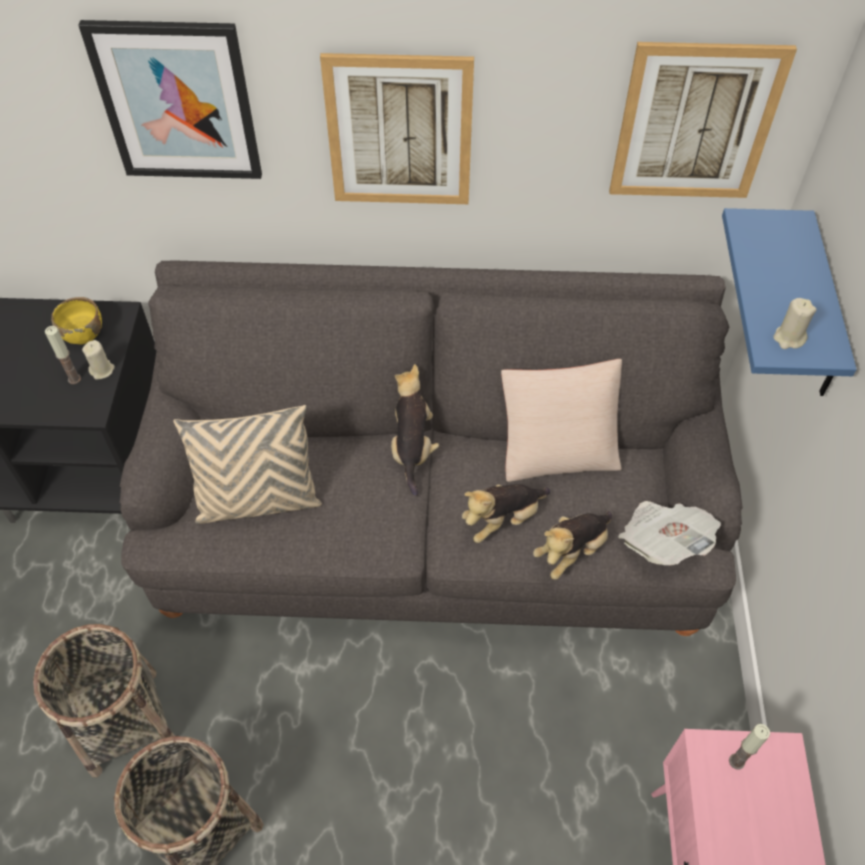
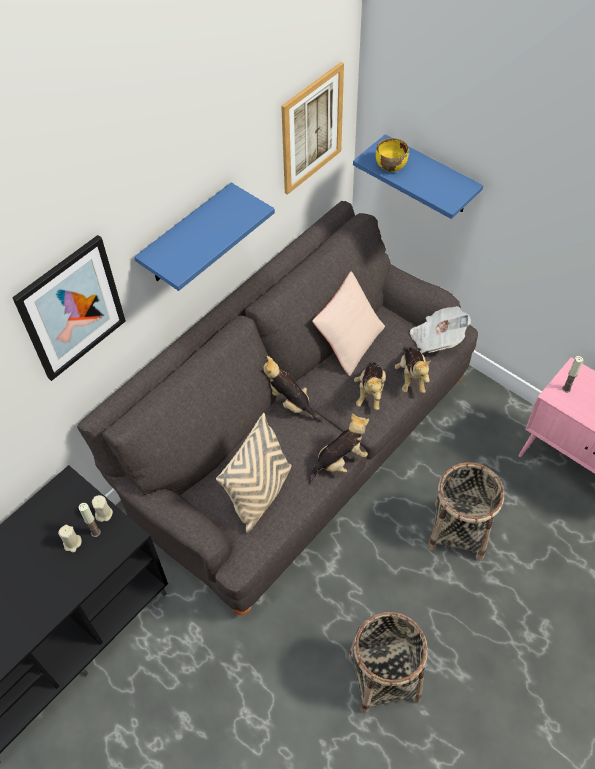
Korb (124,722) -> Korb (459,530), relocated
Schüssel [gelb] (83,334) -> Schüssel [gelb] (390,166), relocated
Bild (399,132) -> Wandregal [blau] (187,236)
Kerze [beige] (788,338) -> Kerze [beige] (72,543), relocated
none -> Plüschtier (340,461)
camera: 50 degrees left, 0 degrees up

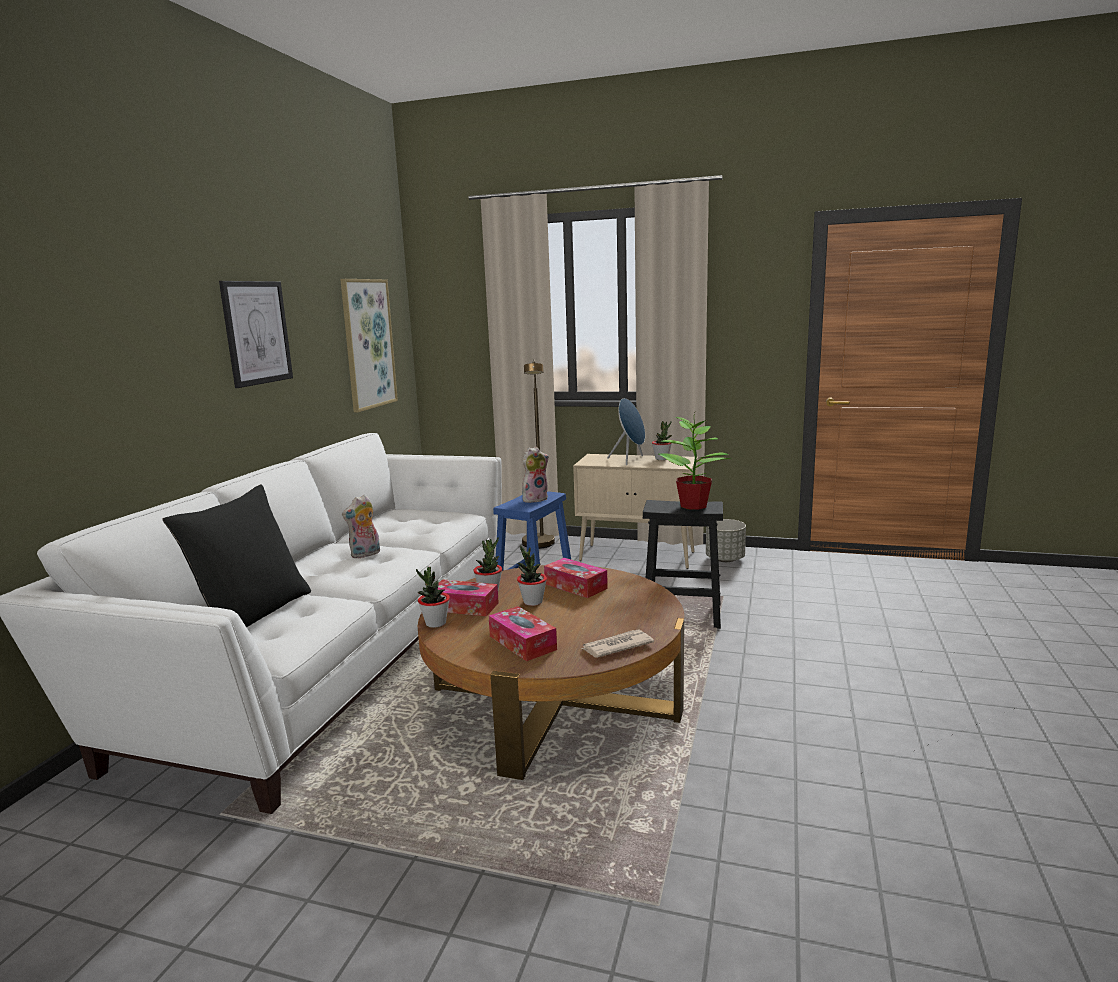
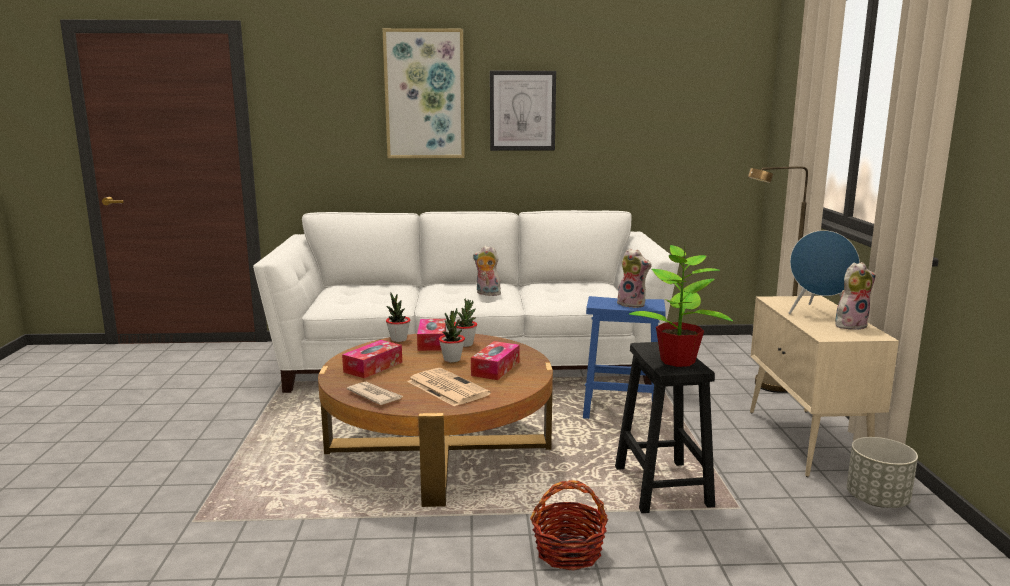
Kissen [schwarz] (252,614) -> none
Bild (368,344) -> Bild (424,94), relocated
Topfpflanze (661,459) -> Plüschtier (850,325)
none -> Zeitung (446,388)
none -> Korb (569,552)
camera: 70 degrees right, 0 degrees up

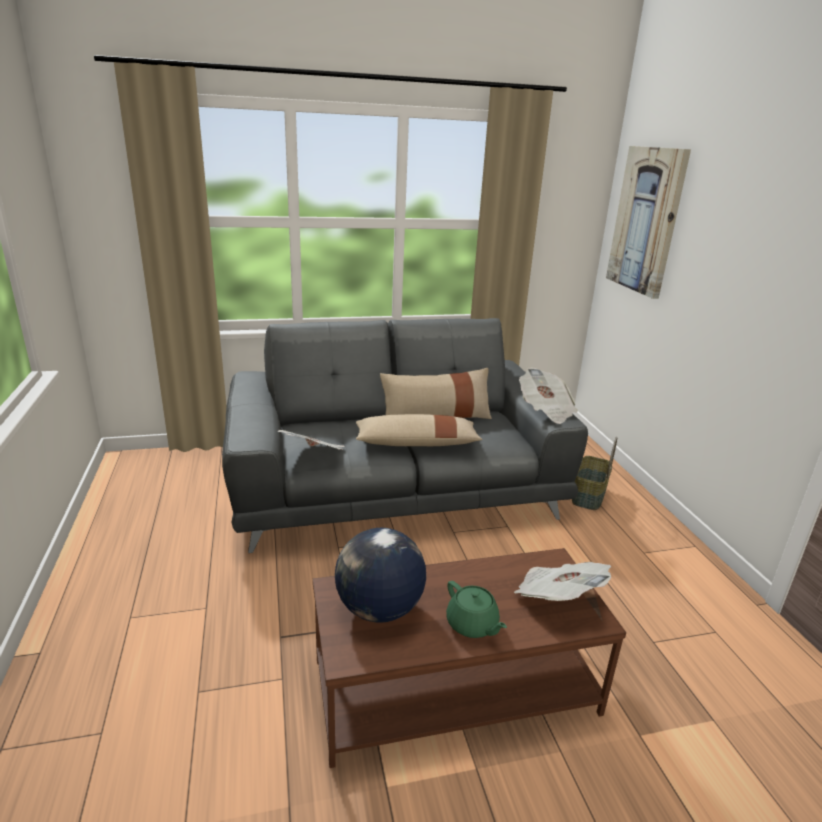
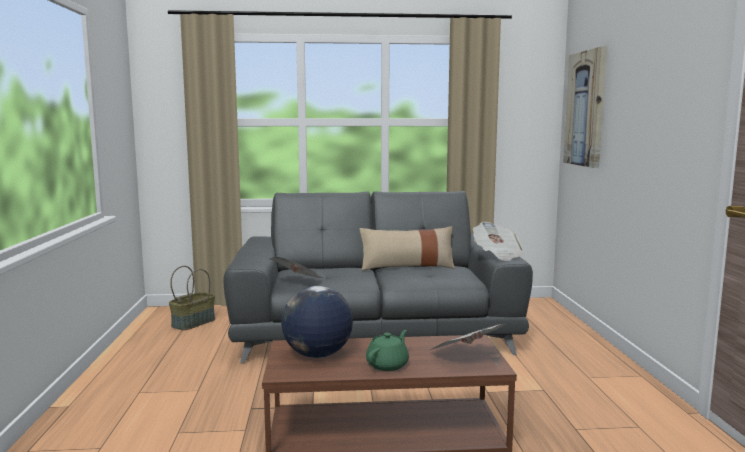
Kissen [beige] (416,443) -> none
Teekanne [grün] (472,625) -> Teekanne [grün] (388,365), 120 degrees counterclockwise
Korb (587,495) -> Korb (193,323), relocated
camera: 10 degrees right, 15 degrees down

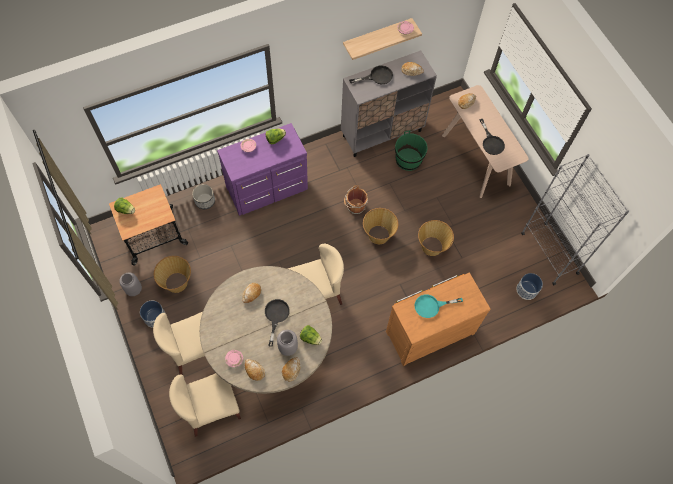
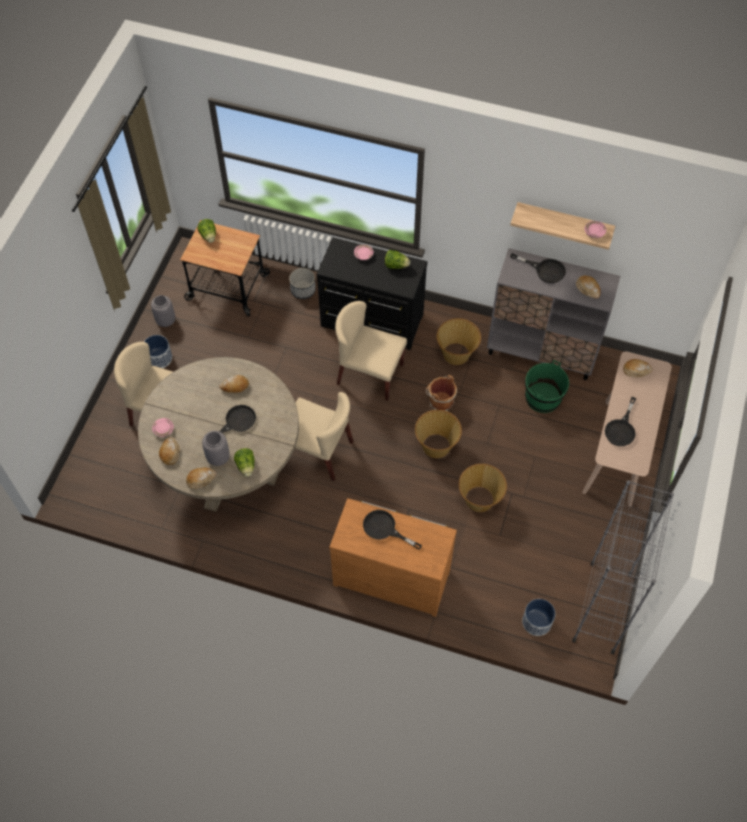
Korb (176,282) -> Korb (456,353), relocated
Stuhl [beige] (211,409) -> Stuhl [beige] (369,374), relocated
Kommode [lila] (268,189) -> Kommode [schwarz] (372,322)
Pfanne [türkis] (431,306) -> Pfanne [schwarz] (384,529)
camera: 45 degrees right, 5 degrees down

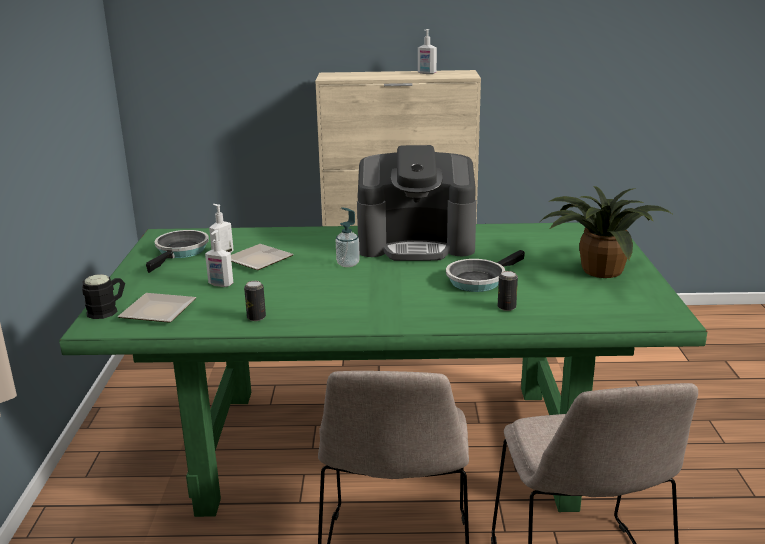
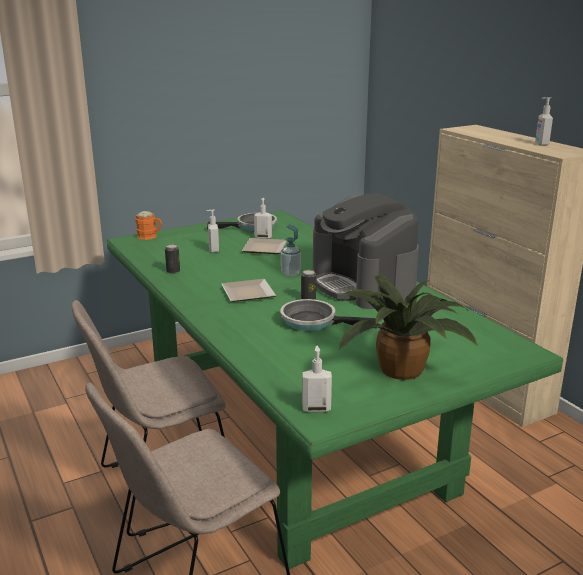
Henkelbecher [schwarz] (107,310) -> Henkelbecher [orange] (150,237)
Teller (159,312) -> Teller (247,294), relocated
Dose (506,307) -> Dose (308,299), relocated
none -> Seifenspender (316,408)
camera: 60 degrees right, 0 degrees up

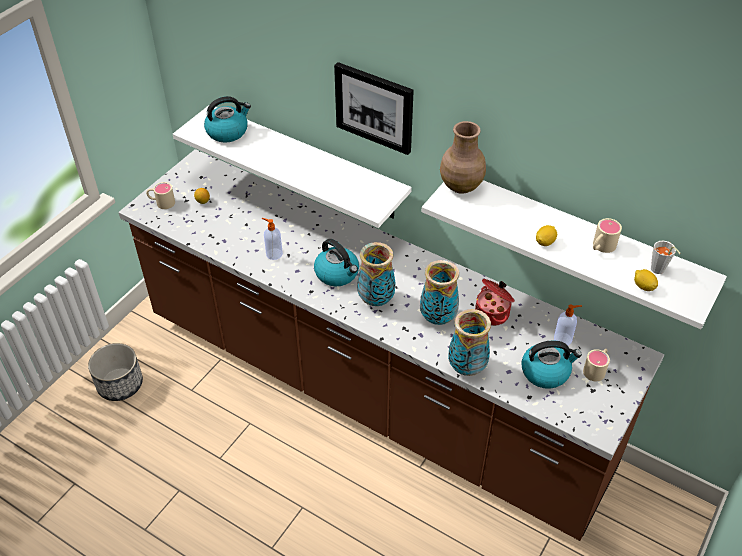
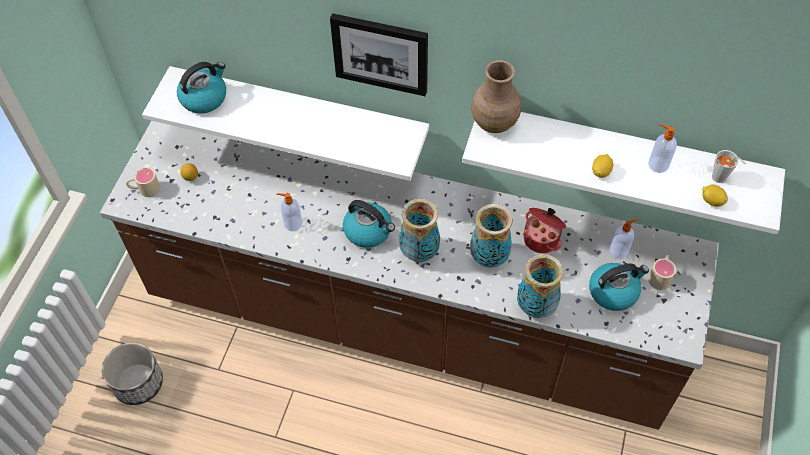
Henkelbecher [beige] (601,247) -> Seifenspender (657,164)
camera: 15 degrees left, 10 degrees up

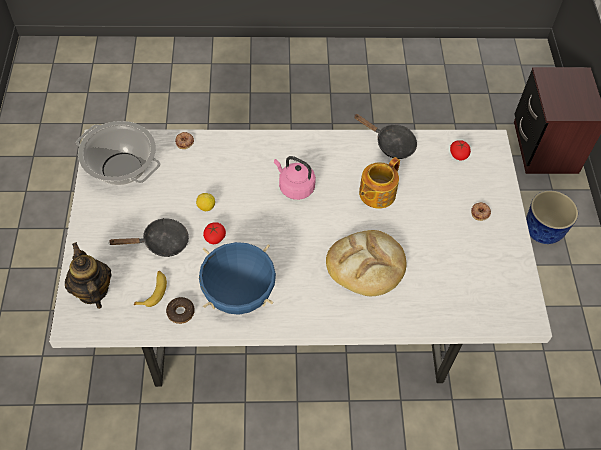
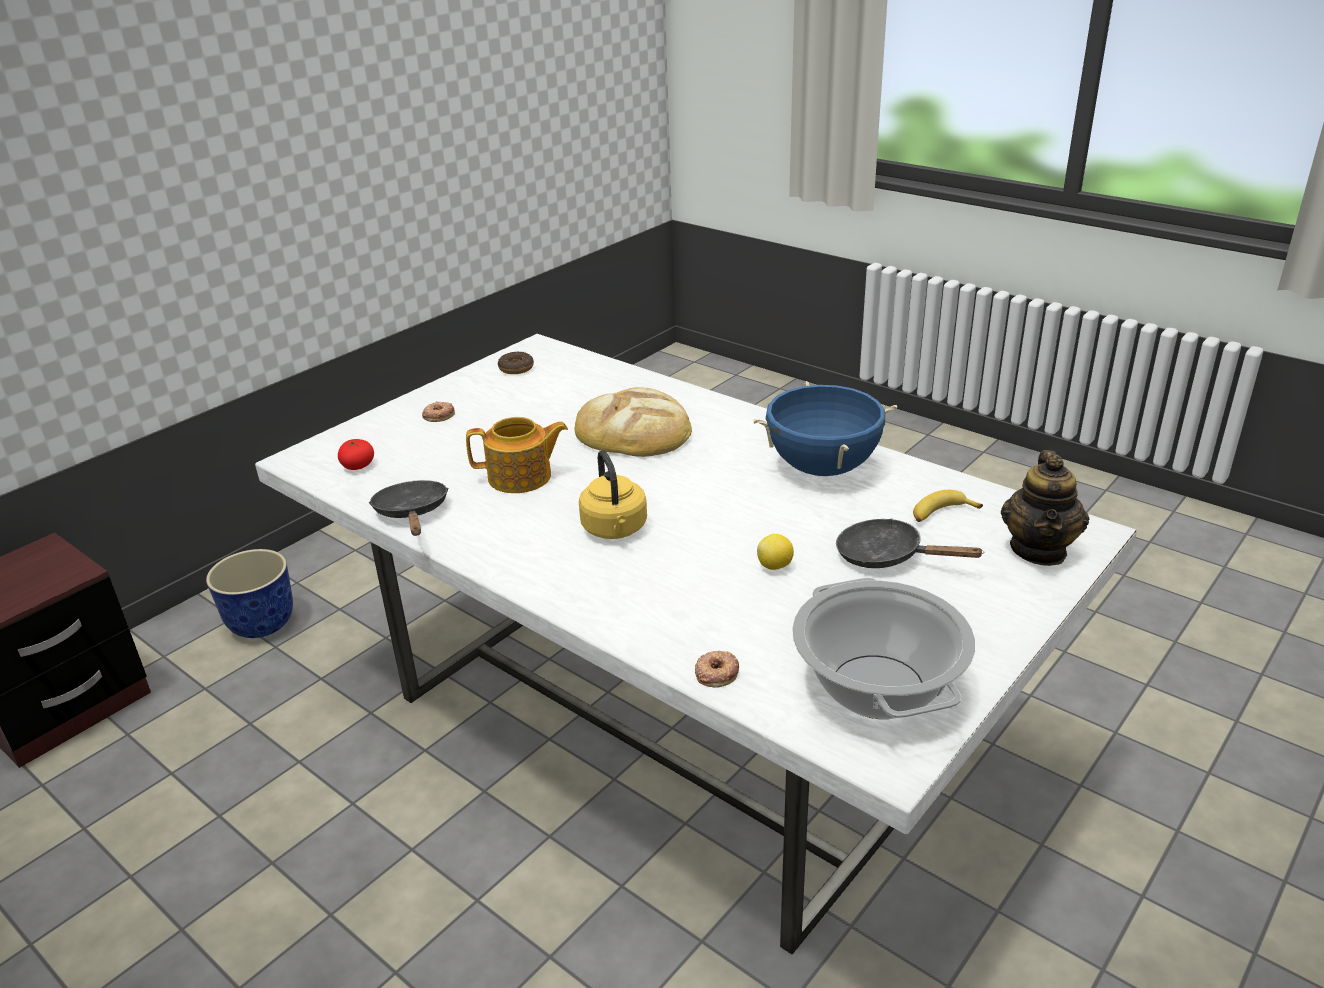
Donut (181,312) -> Donut (516,368), relocated
Tomate (214,237) -> none
Wasserkessel [rosa] (294,187) -> Wasserkessel [gelb] (615,530)
camera: 135 degrees left, 25 degrees down

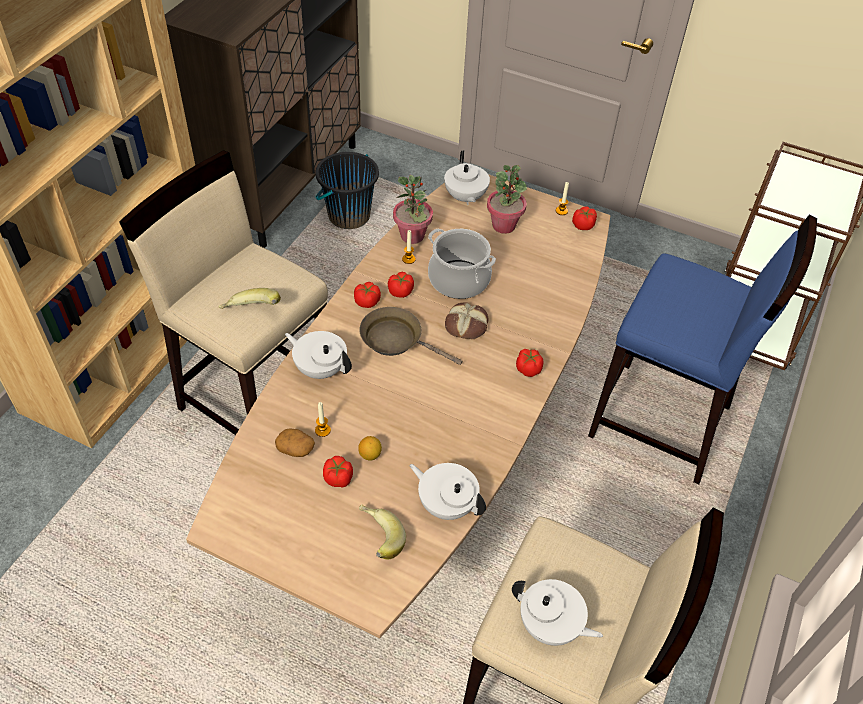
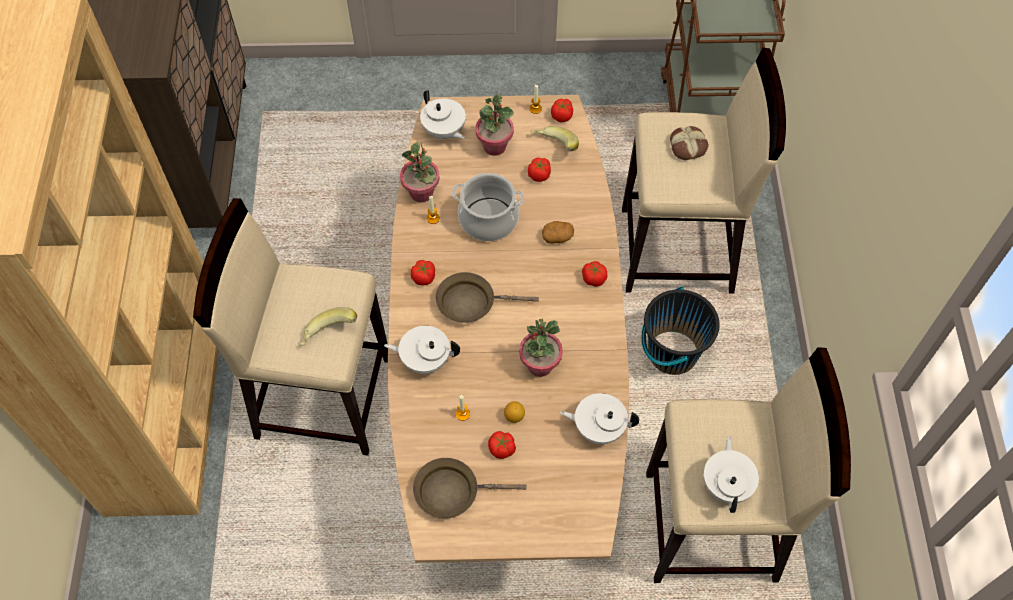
Kartoffel (296,449) -> Kartoffel (557,236), relocated
Eimer [schwarz] (348,215) -> Eimer [schwarz] (672,353), relocated
Banane (377,540) -> Banane (553,147), relocated
Tomate (401,292) -> Tomate (539,175), relocated
Brot (467,325) -> Brot (688,146), relocated
Teekanne [weiß] (550,626) -> Teekanne [weiß] (726,485), 90 degrees counterclockwise
Hocker [blau] (661,423) -> Hocker [beige] (678,251)
none -> Pfanne [braun] (452,491)
none -> Topfpflanze (539,365)
camera: 25 degrees left, 10 degrees up

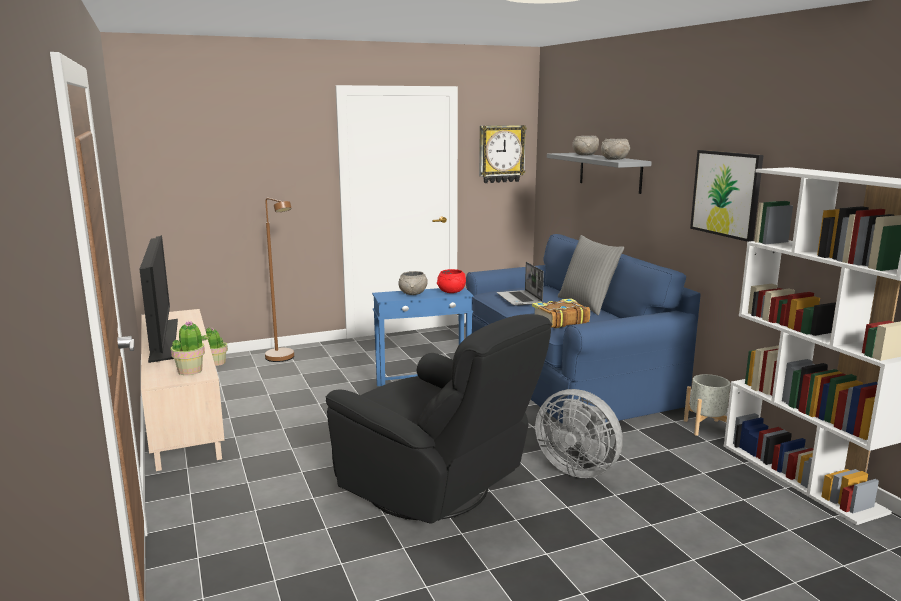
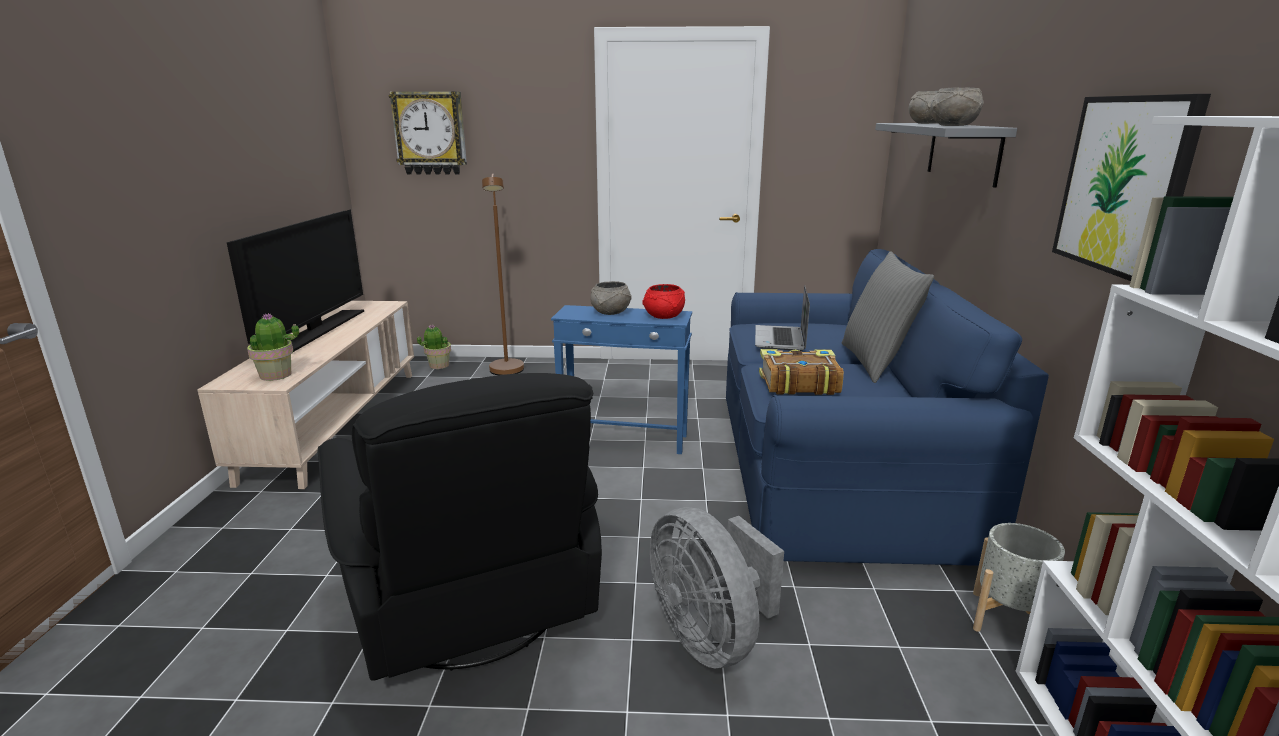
Wanduhr (501,154) -> Wanduhr (430,133), relocated
camera: 25 degrees right, 5 degrees up

